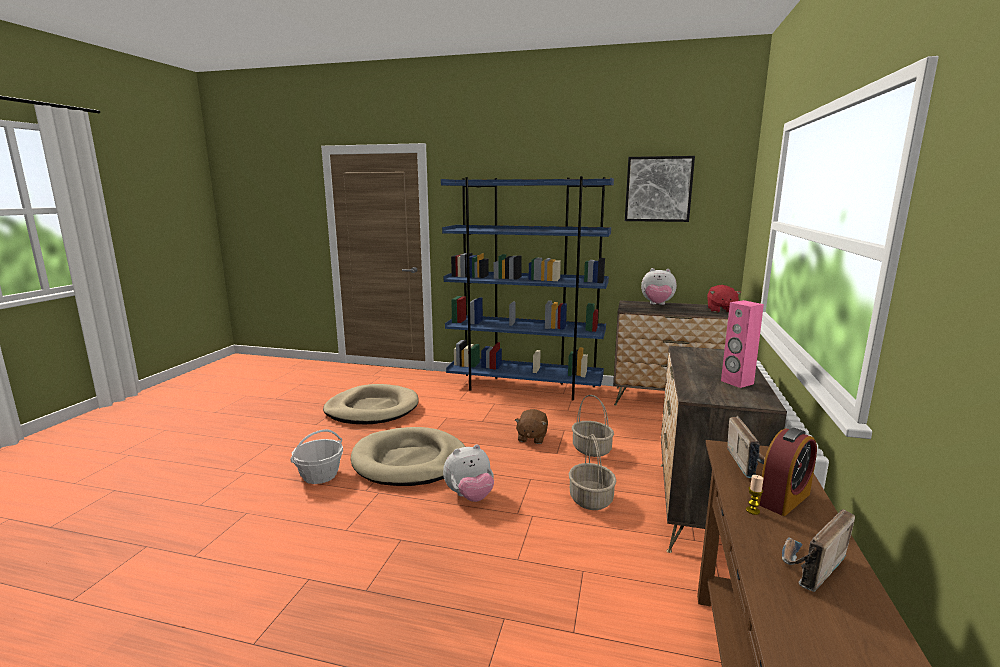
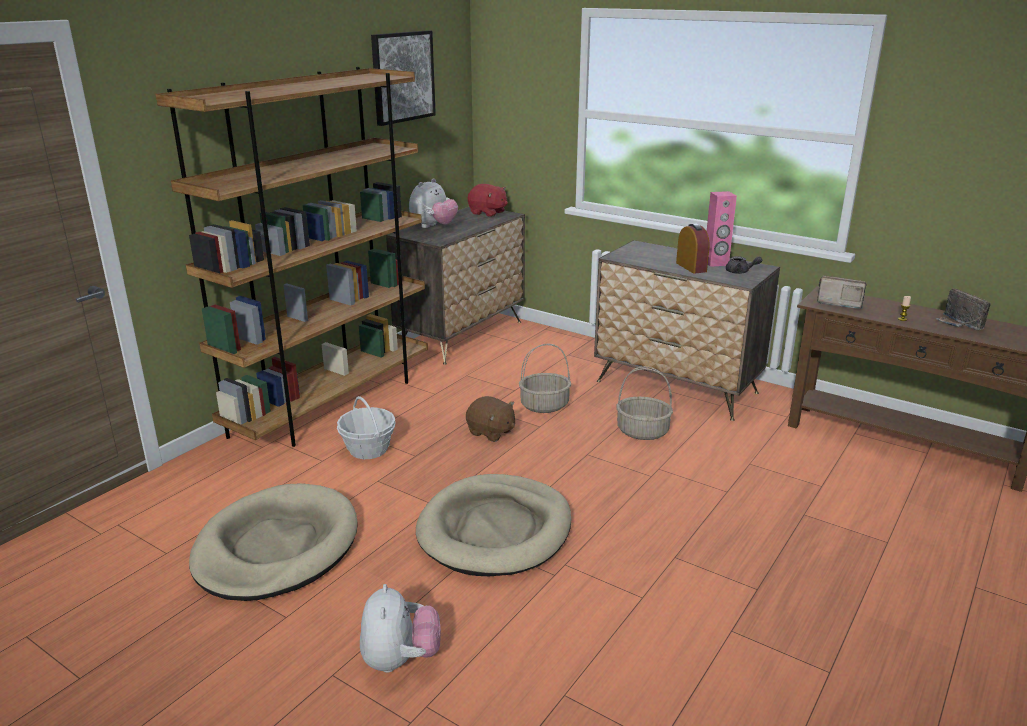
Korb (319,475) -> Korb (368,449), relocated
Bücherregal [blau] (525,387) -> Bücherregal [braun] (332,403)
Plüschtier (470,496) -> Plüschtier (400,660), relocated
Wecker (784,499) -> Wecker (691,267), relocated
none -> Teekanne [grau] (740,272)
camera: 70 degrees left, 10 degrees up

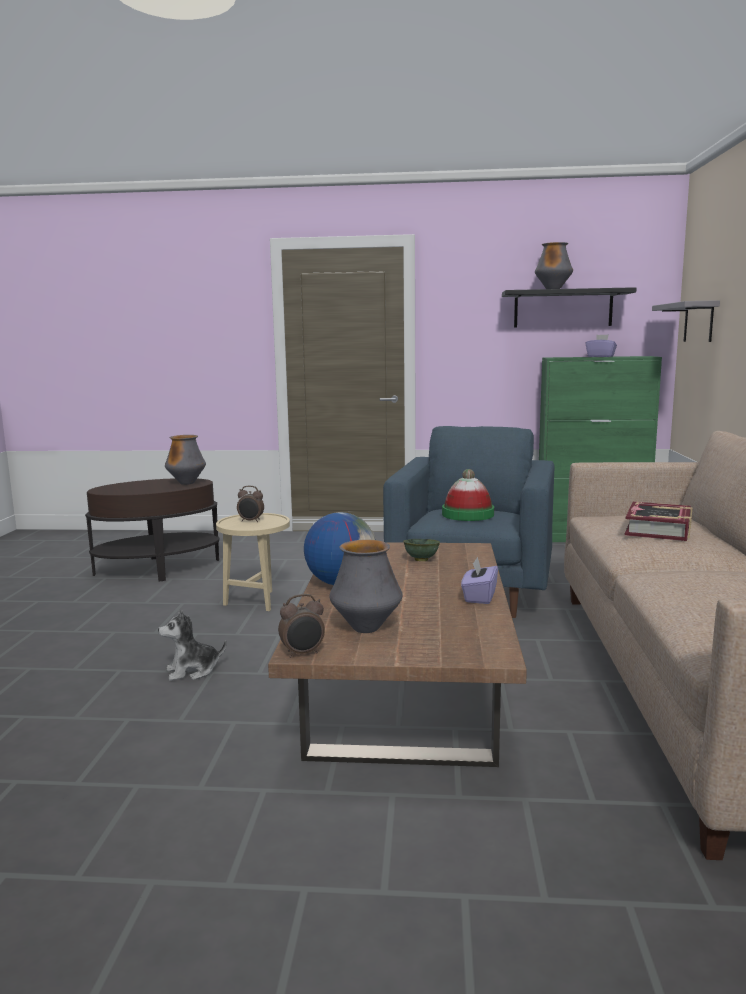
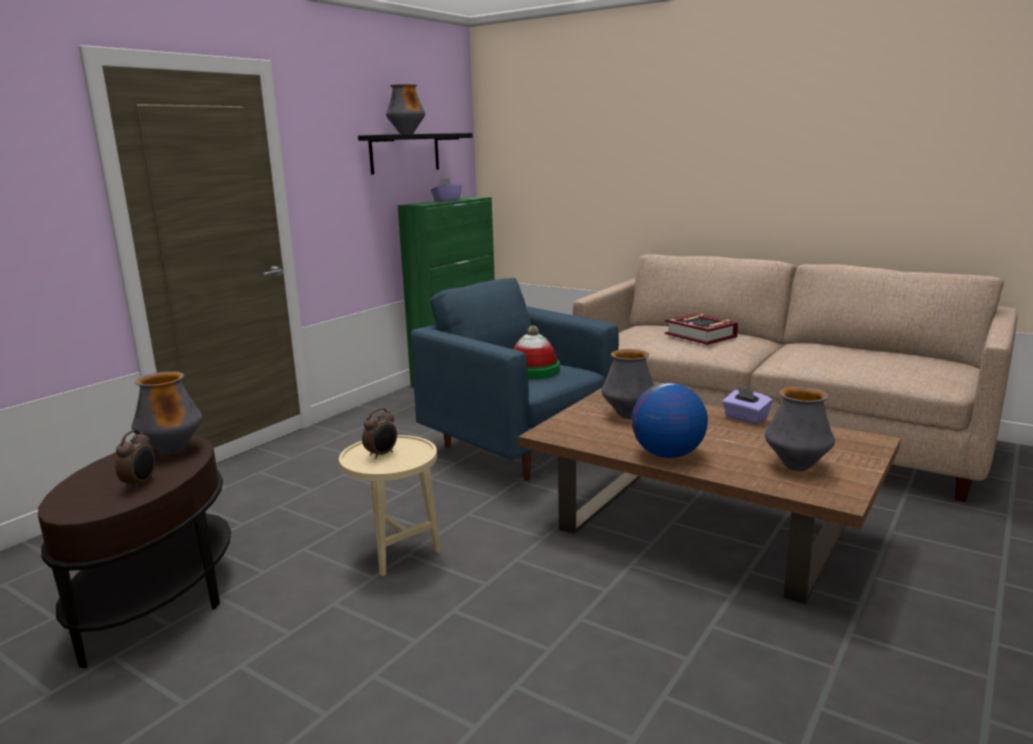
Plüschtier (192,671) -> none
Wecker (303,653) -> Wecker (140,484), relocated
Schüssel [grün] (420,560) -> Vase (628,415)
Wandregal [grau] (698,322) -> none
camera: 60 degrees left, 5 degrees up

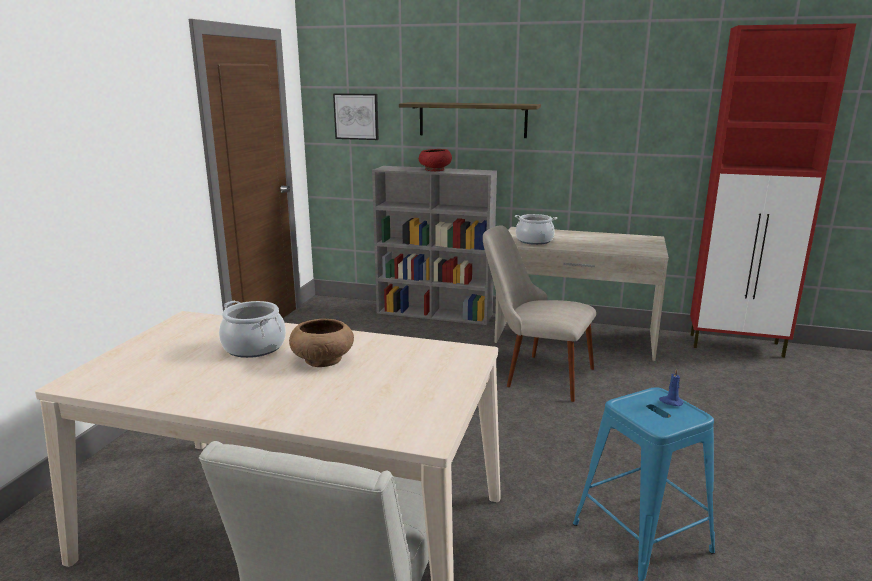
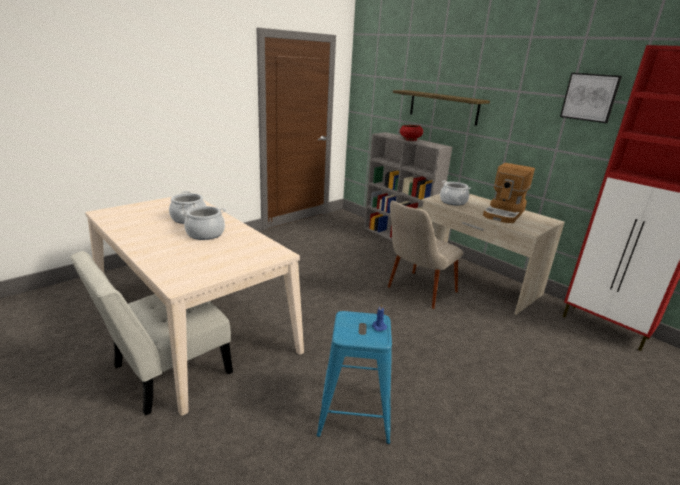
Schüssel [braun] (322,359) -> Kochtopf (205,234)
Bild (356,116) -> Bild (590,97), relocated
Stuhl [beige] (535,373) -> Stuhl [beige] (415,293), 105 degrees counterclockwise
none -> Kaffeemaschine (504,213)
camera: 30 degrees right, 5 degrees up

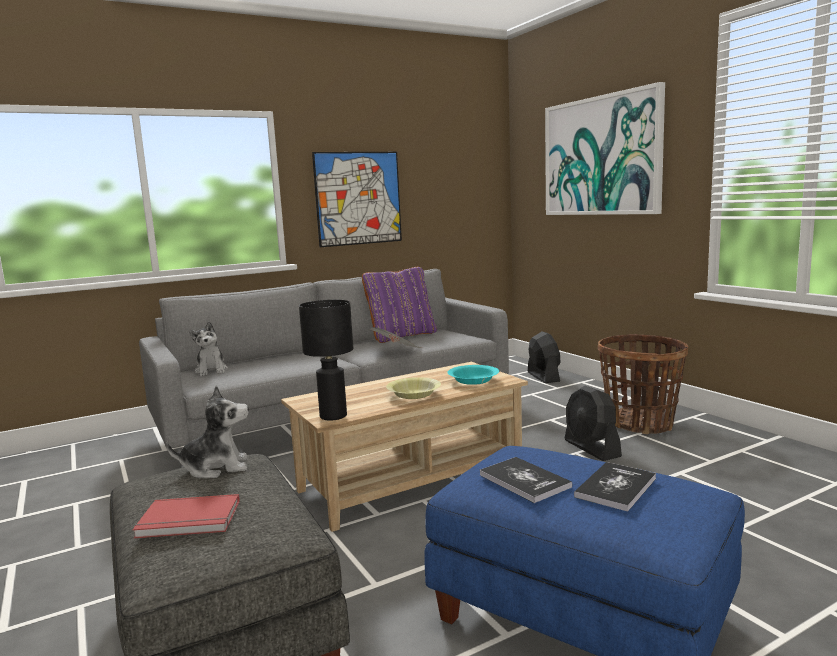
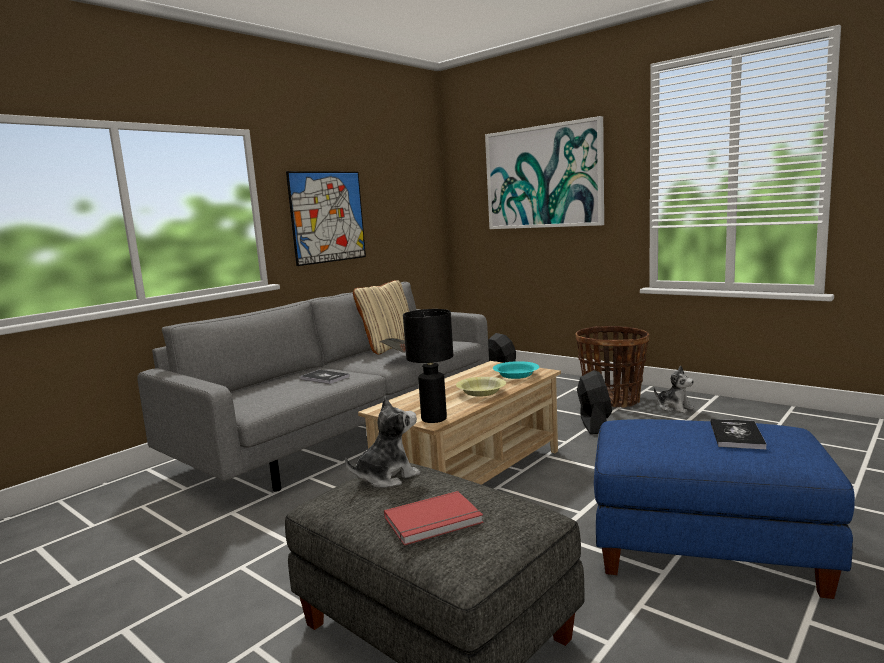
Plüschtier (211,371) -> Plüschtier (674,408), relocated
Kissen [lila] (401,336) -> Kissen [beige] (390,347)
Buch (524,481) -> Buch (324,378), relocated
Ventilator [schwarz] (592,448) -> Ventilator [schwarz] (594,424), 135 degrees counterclockwise
camera: 20 degrees left, 0 degrees up

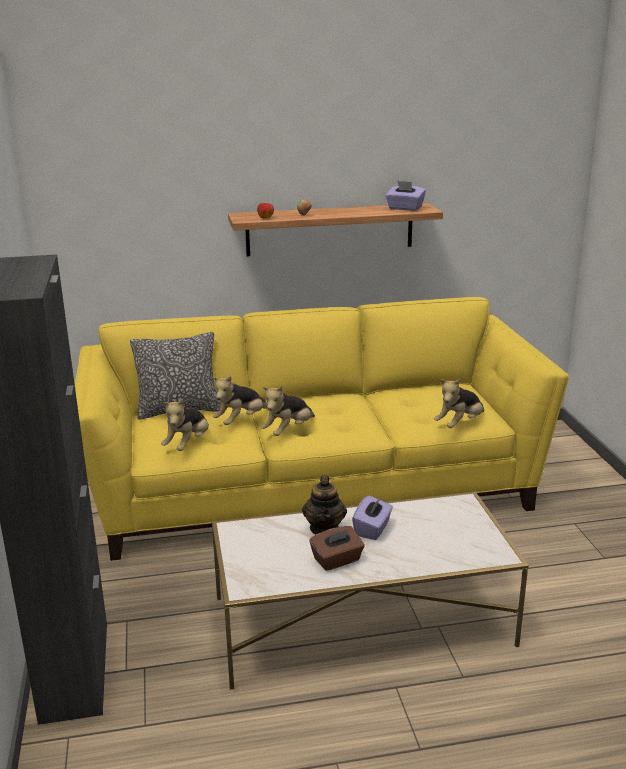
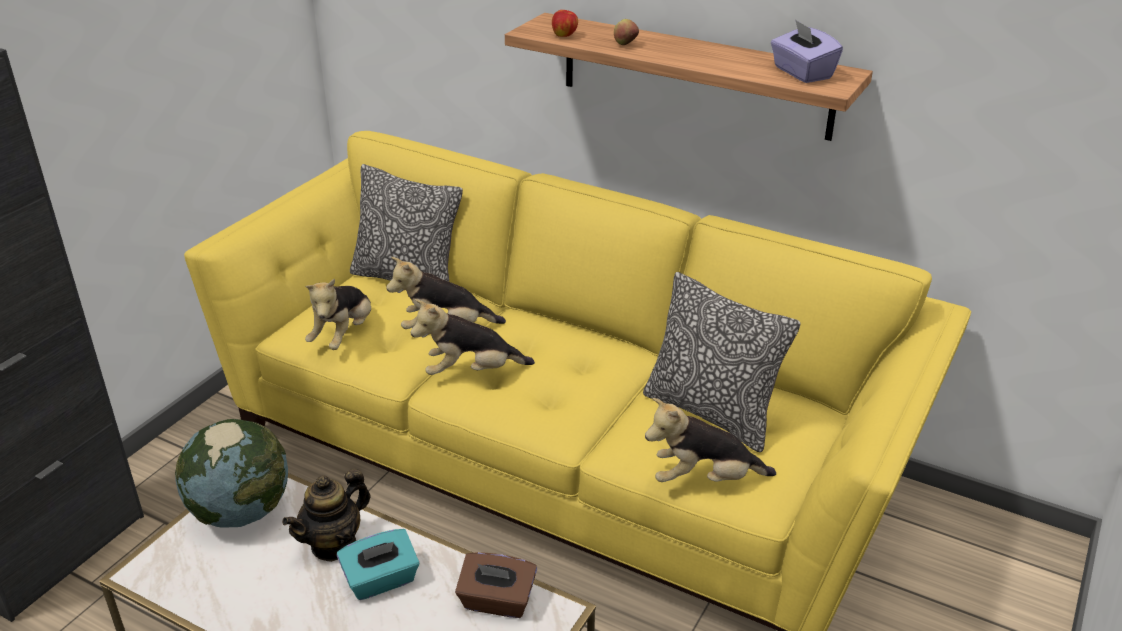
Plüschtier (188,444) -> Plüschtier (343,335), 45 degrees counterclockwise
Taschentuchbox [braun] (337,560) -> Taschentuchbox [braun] (497,602), relocated
Taschentuchbox [lila] (372,529) -> Taschentuchbox [türkis] (381,581)
none -> Globus (242,512)
none -> Kissen (711,413)
camera: 40 degrees right, 10 degrees up

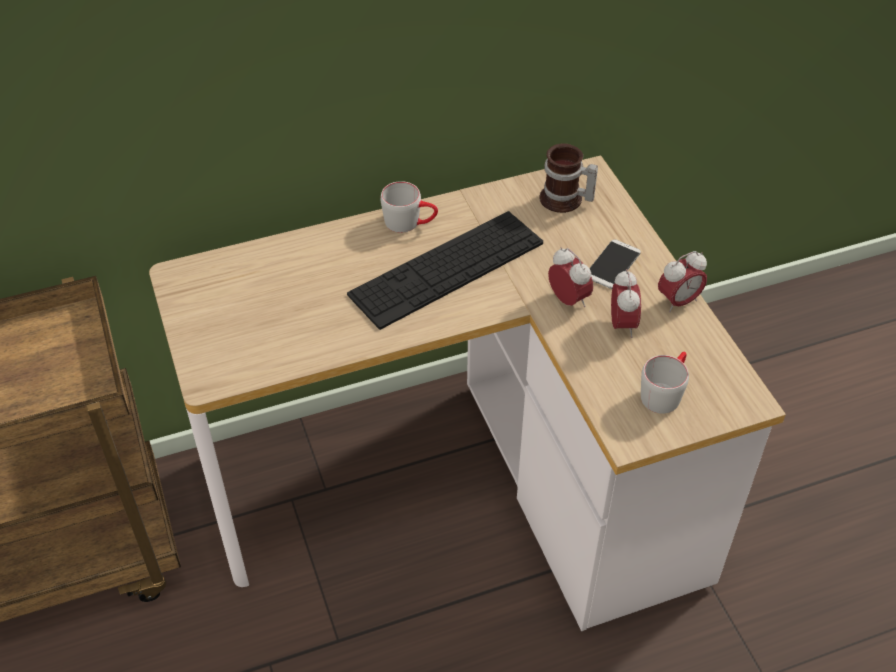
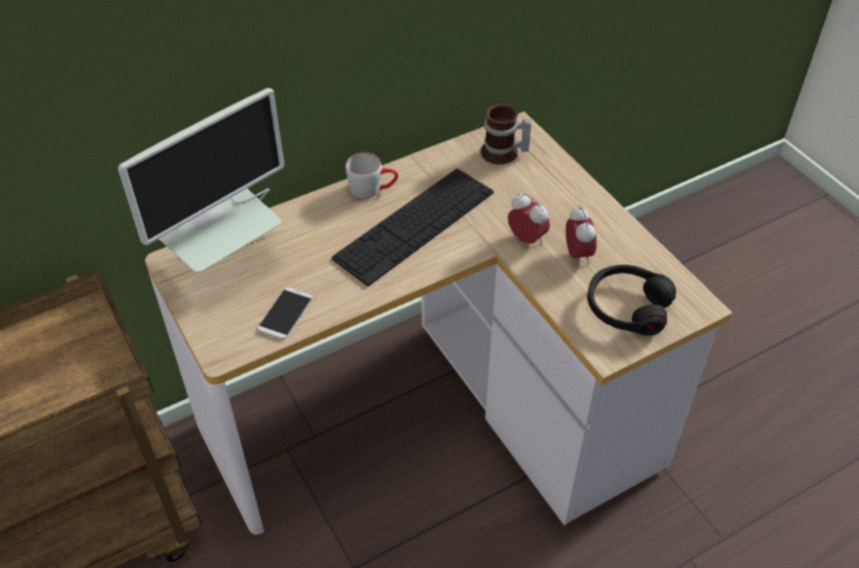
Handy (612,264) -> Handy (285,313), relocated
Henkelbecher [grau] (664,391) -> Kopfhörer [schwarz] (627,307)
Wecker (678,302) -> none
none -> Monitor (224,261)
camera: 10 degrees left, 0 degrees up

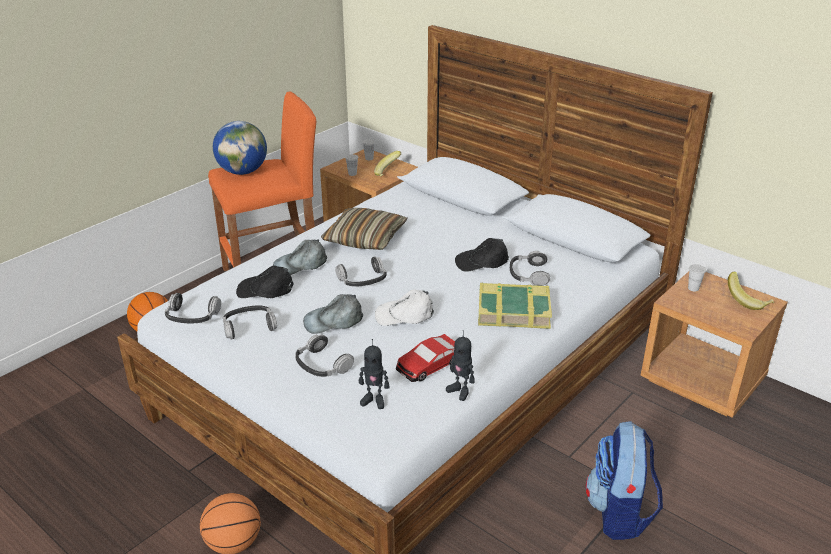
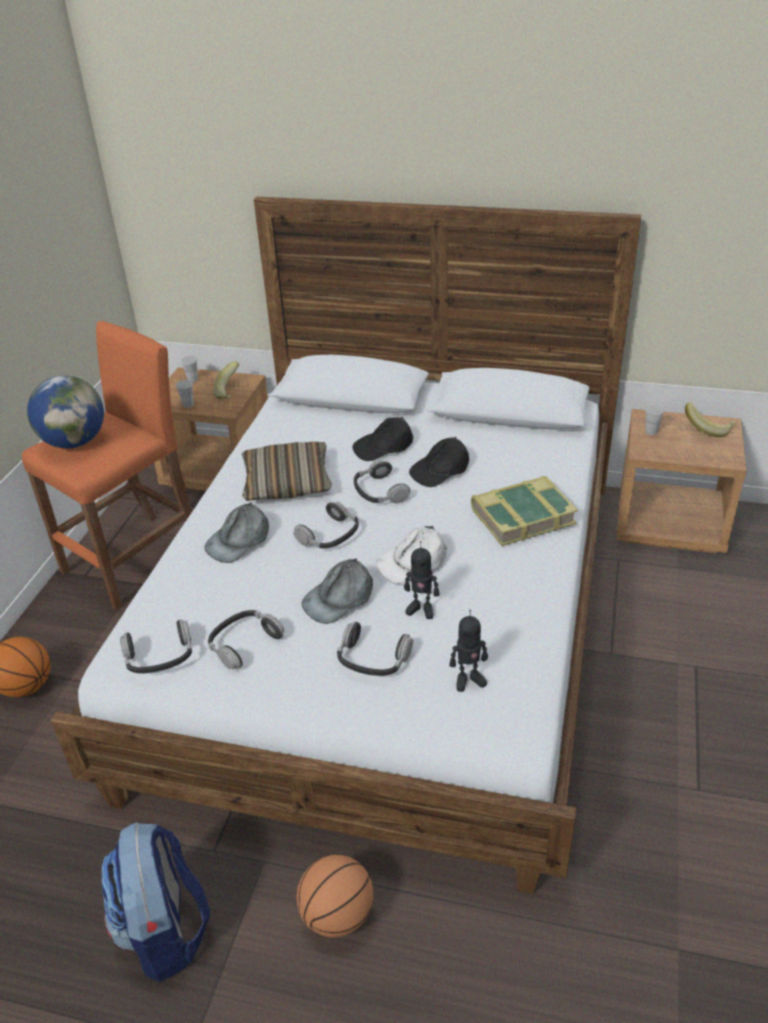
Kappe [schwarz] (265,289) -> Kappe [schwarz] (384,446), relocated
Spielzeugauto (429,365) -> none
Spielzeugroboter (460,391) -> Spielzeugroboter (421,609), relocated
Kopfhörer (528,274) -> Kopfhörer (379,491), relocated
Rucksack (619,513) -> Rucksack (166,932), relocated
camera: 25 degrees left, 5 degrees up

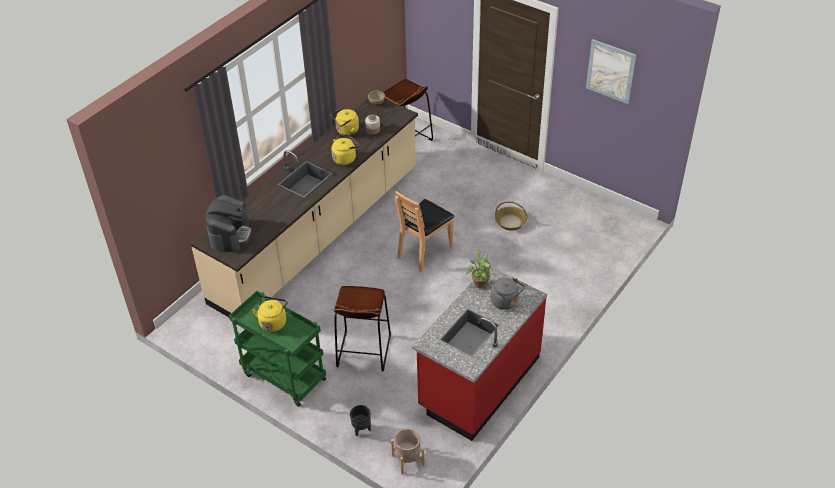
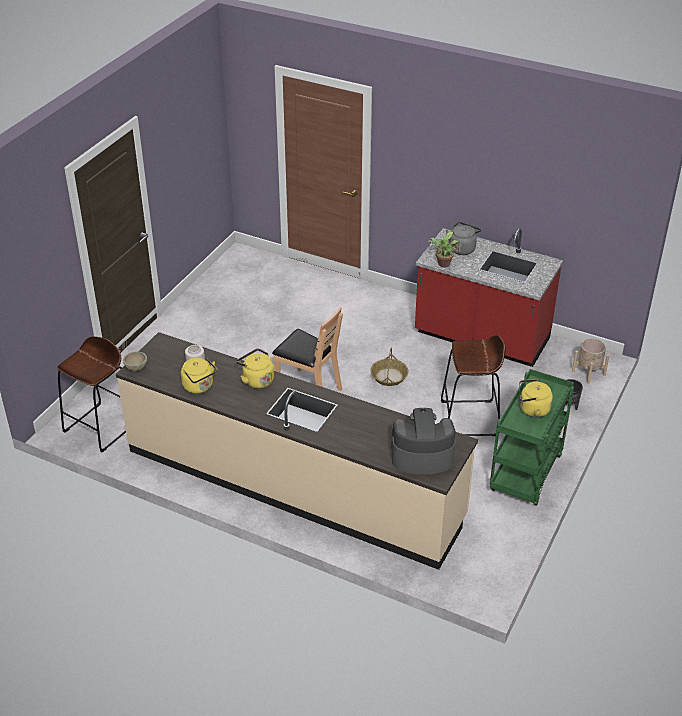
Korb (510,222) -> Korb (389,376), relocated
Bild (610,71) -> none
camera: 100 degrees left, 5 degrees down

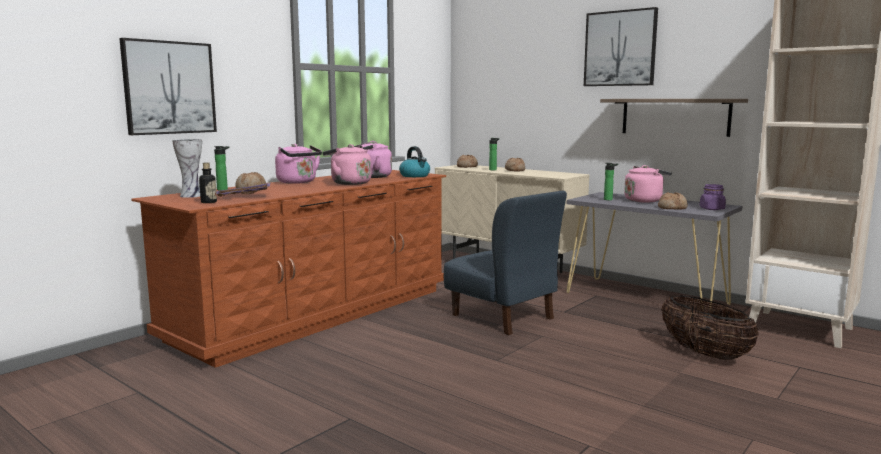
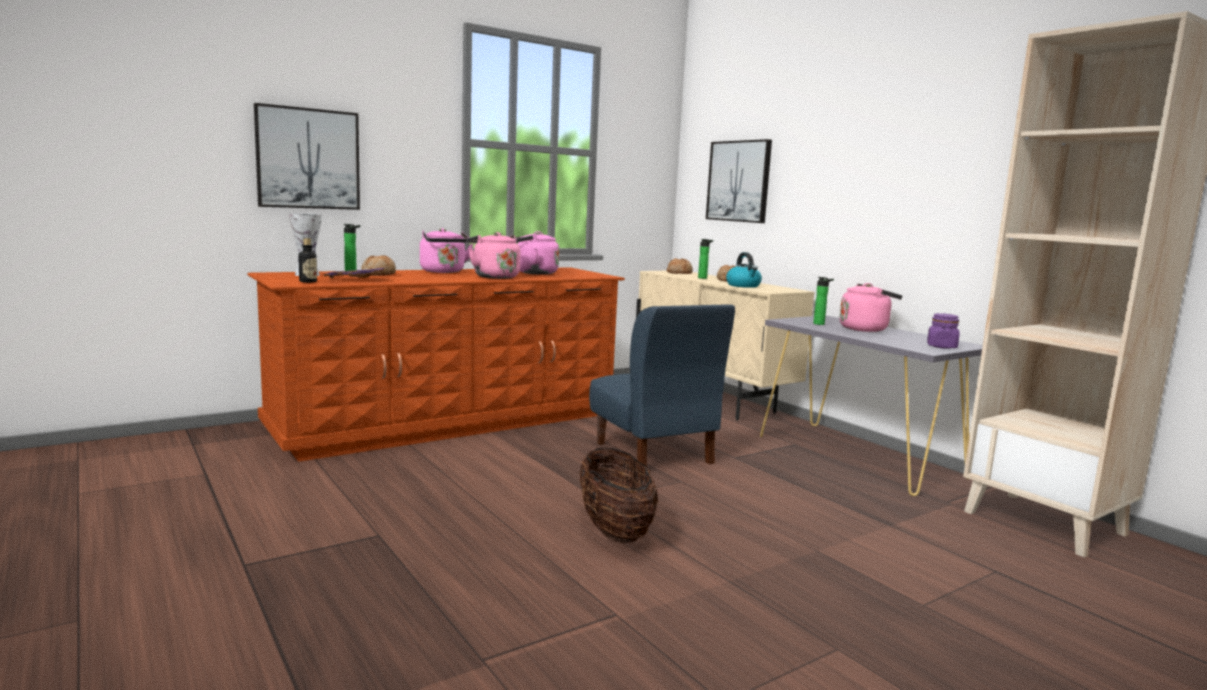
Wasserkessel (415,176) -> Wasserkessel (743,286), relocated
Bild (620,48) -> Bild (739,181), relocated
Wandregal (674,116) -> none
Brot (672,208) -> none
Korb (704,354) -> Korb (614,530), relocated
camera: 15 degrees right, 0 degrees up

